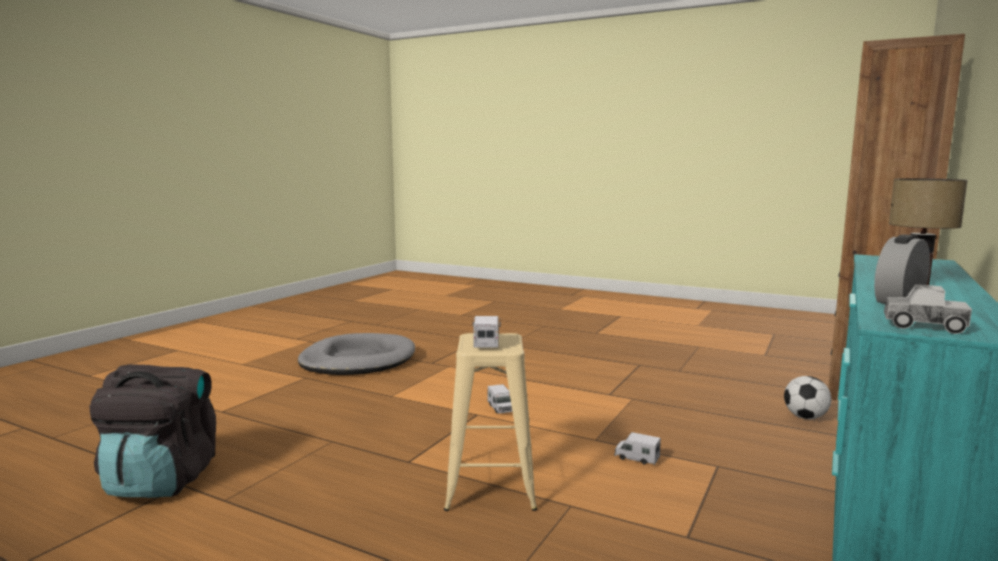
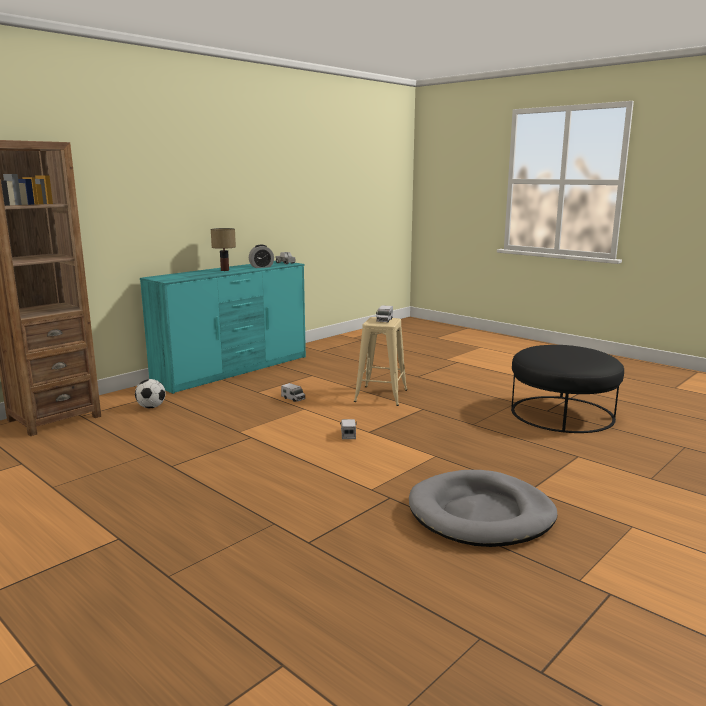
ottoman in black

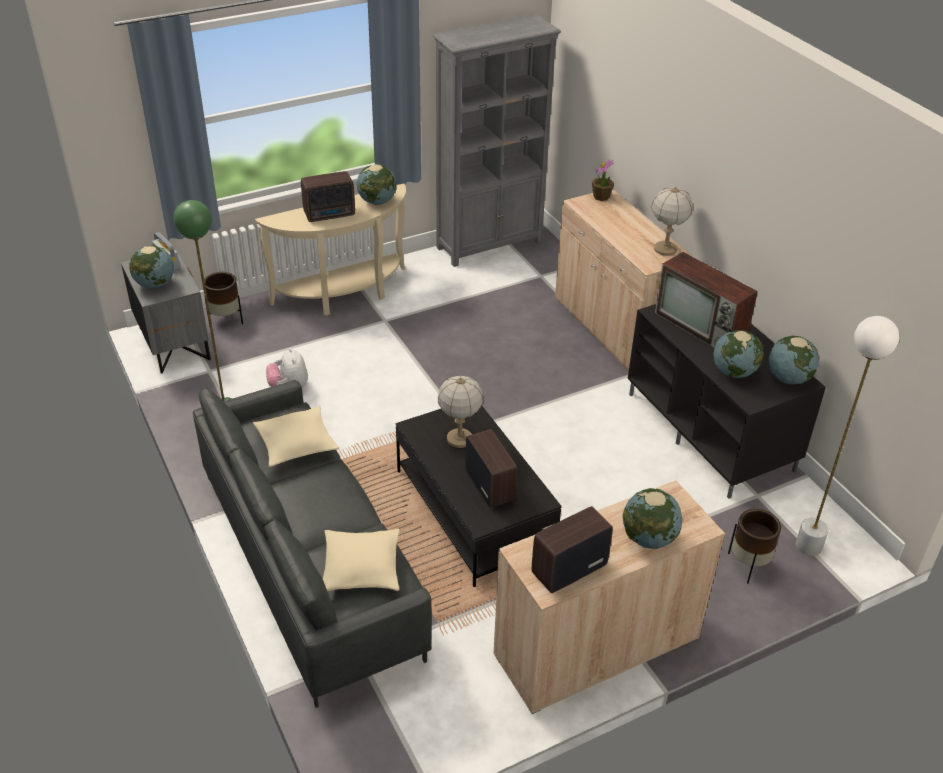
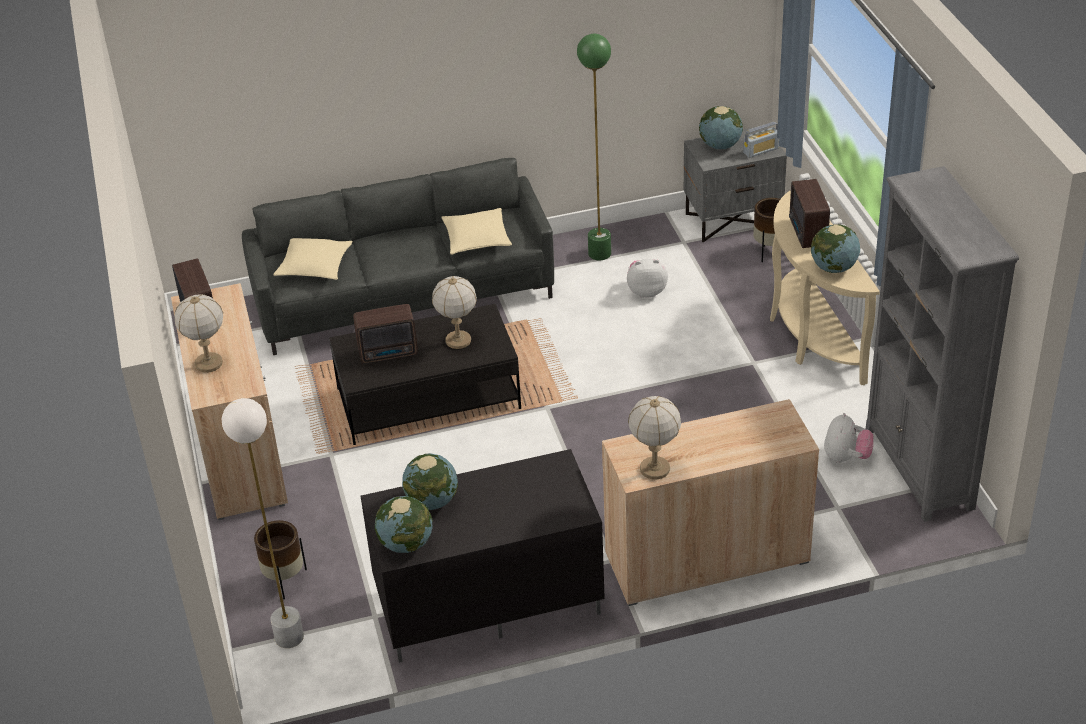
houseplant; TV; tabletop lamp (1st from left); soft toy (2nd from left)

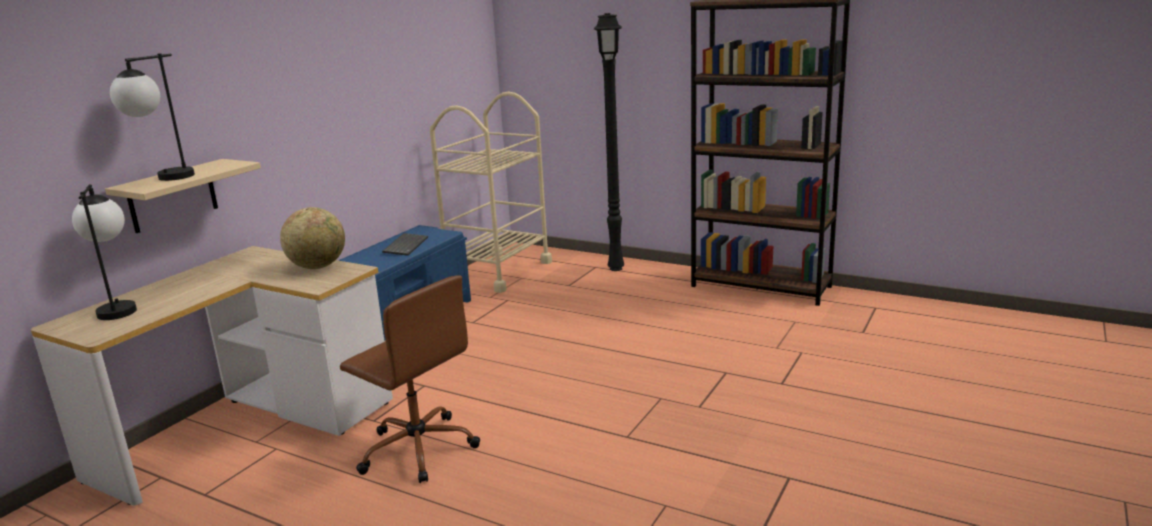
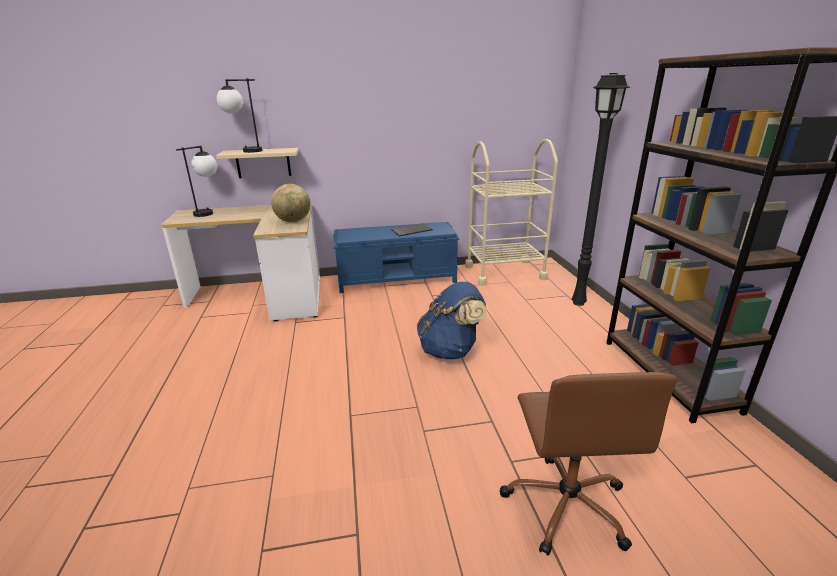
desk chair in brown-coloured; rucksack in blue-coloured

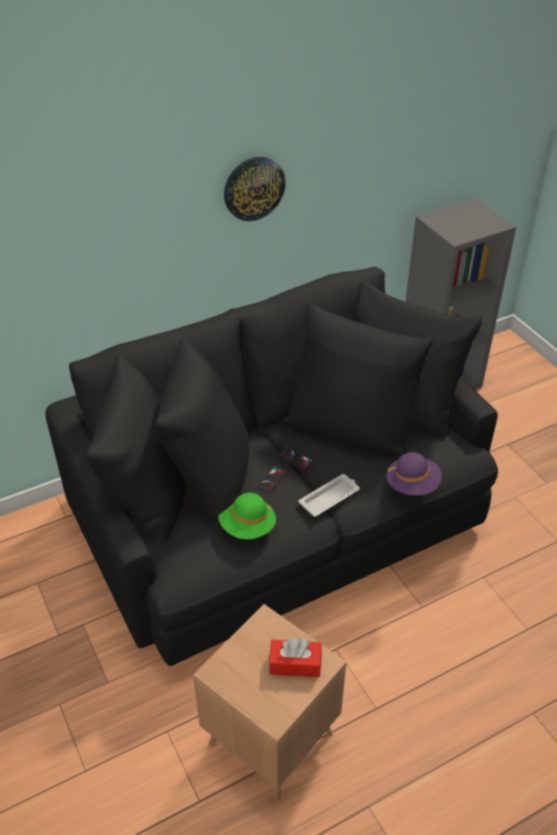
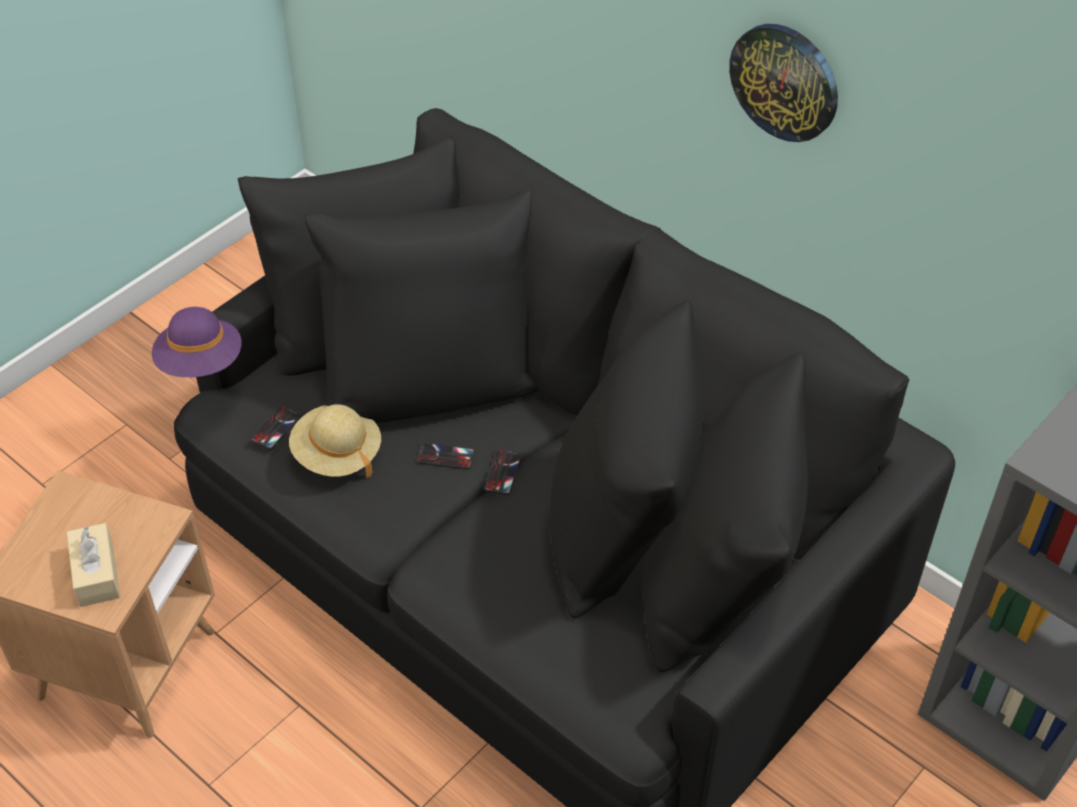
hat in purplish; carrying tray in white-coloured; hat in sand-coloured; box of tissues in sand-coloured; phone (1st from left)

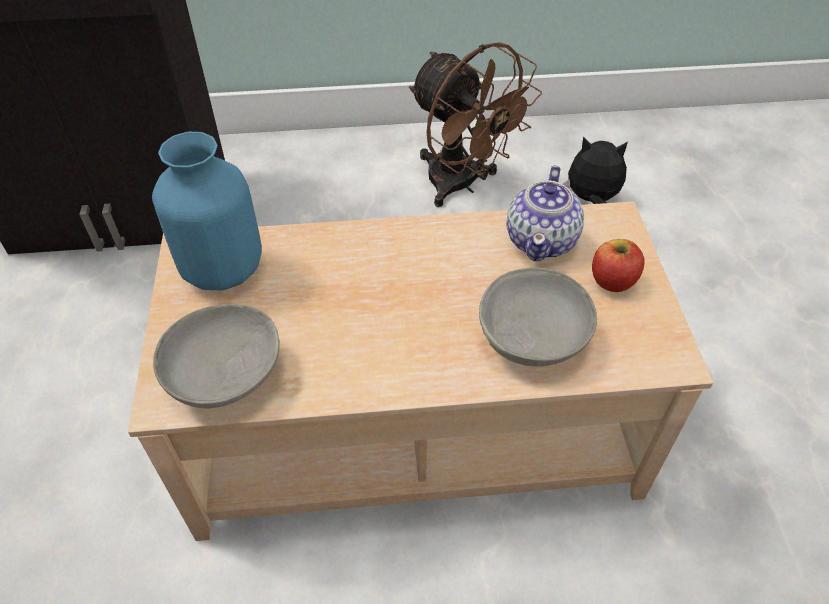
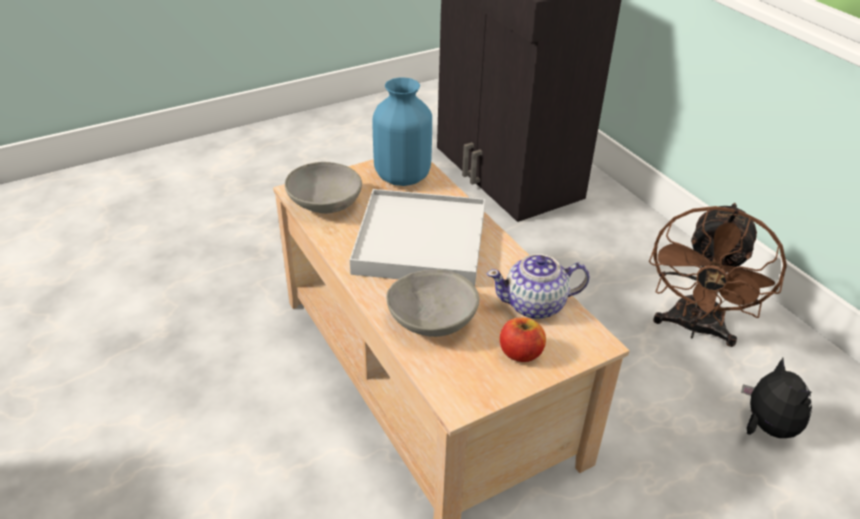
carrying tray in white-coloured

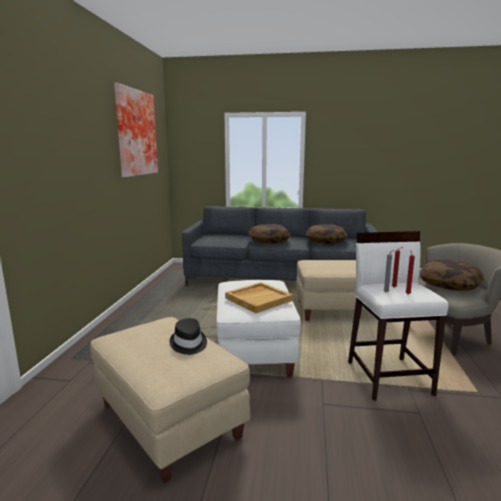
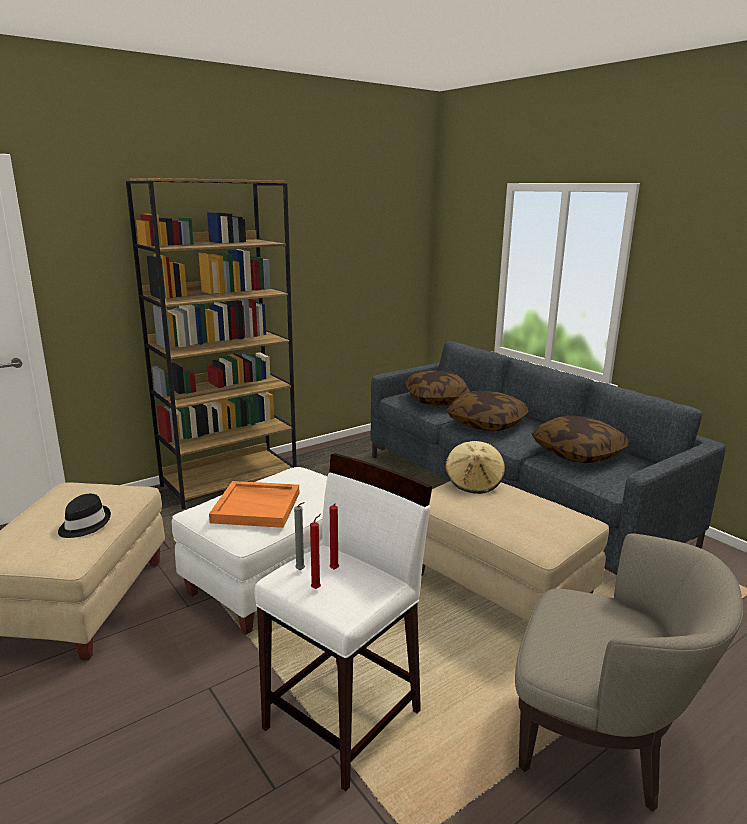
wall picture; pillow (1st from left); carrying tray in orangey; bookcase in brown-coloured; hat in sand-coloured

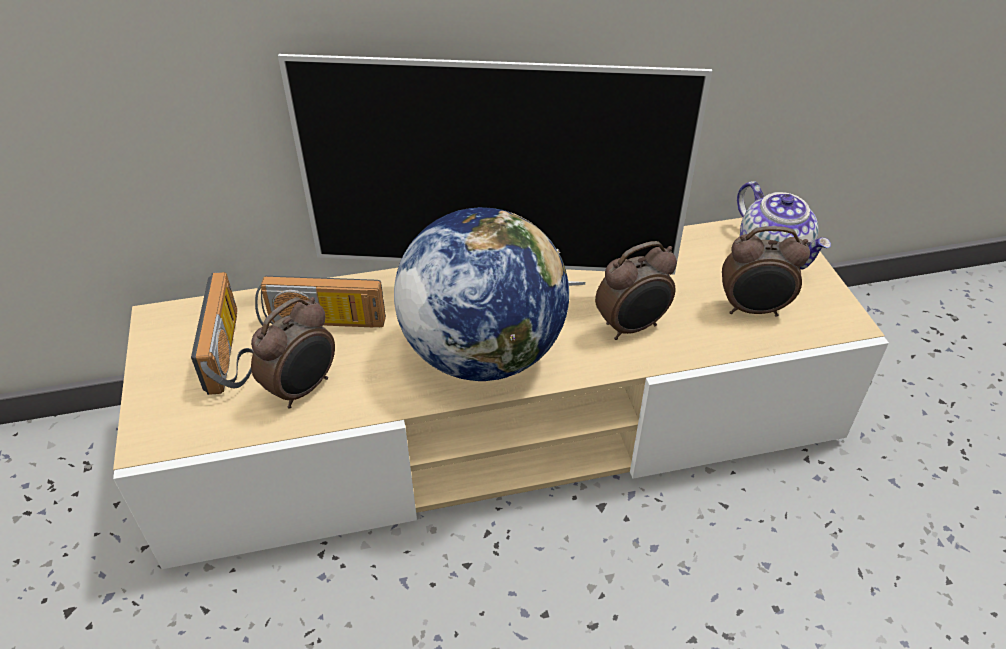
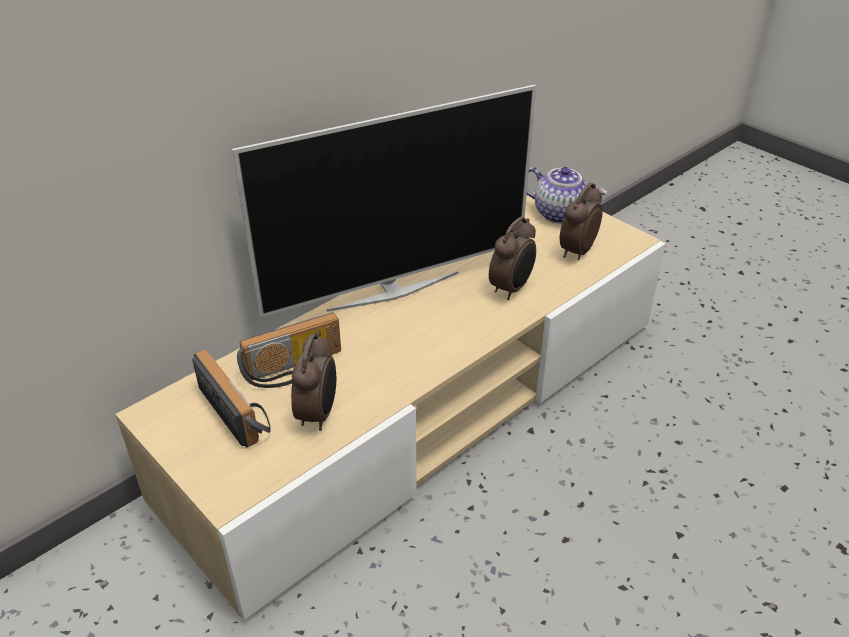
desk globe; bedside clock (3rd from left)

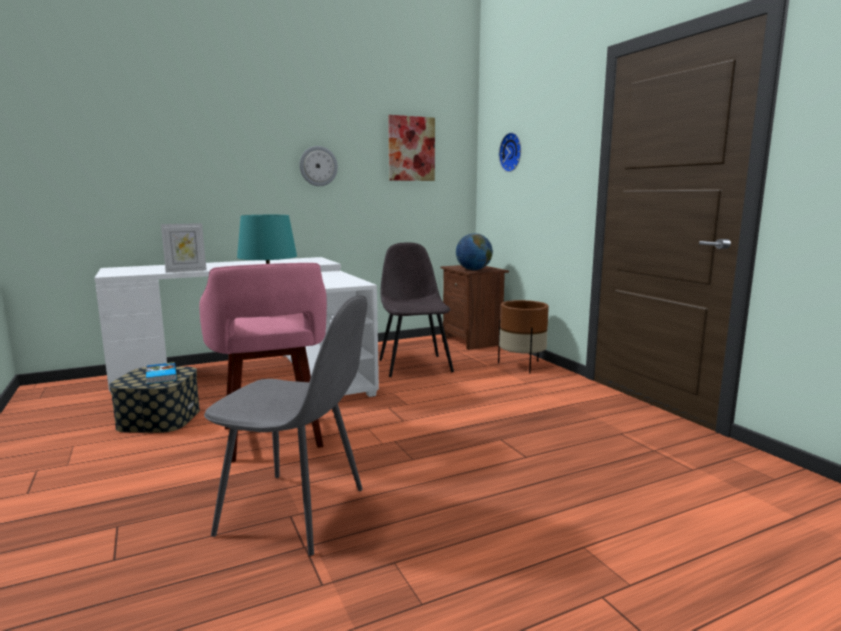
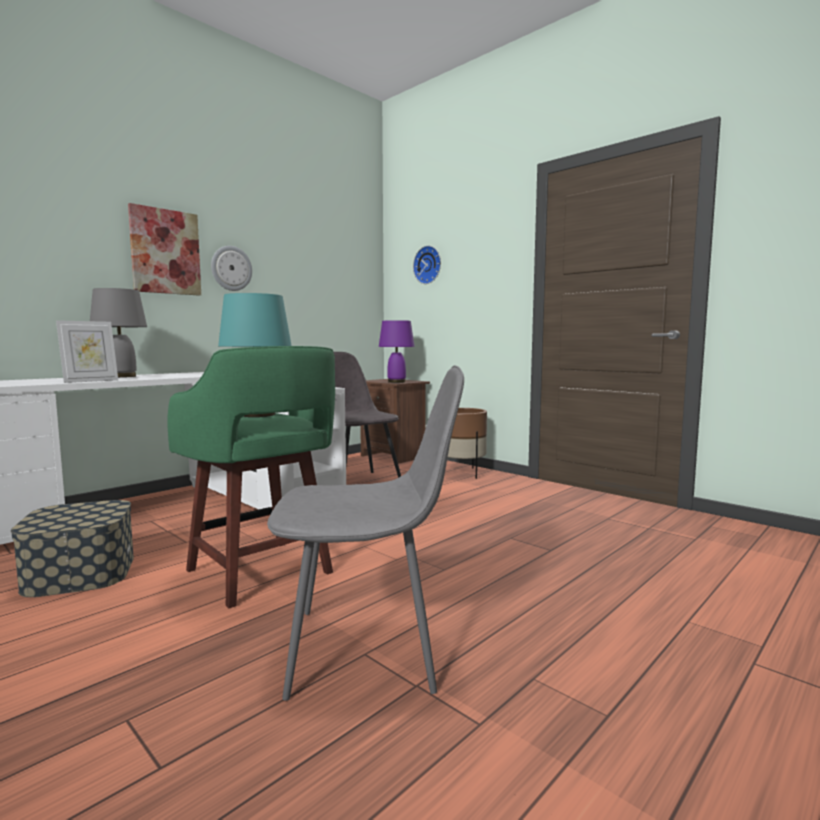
wall picture; tabletop lamp in purplish; sitting stool in greenish; bound book; tabletop lamp in greyish

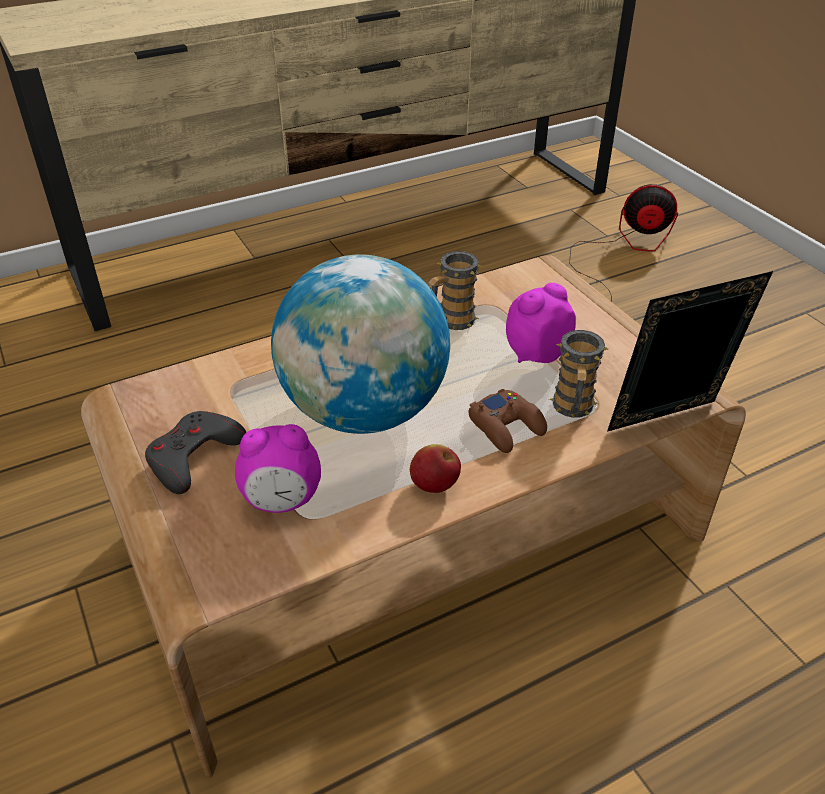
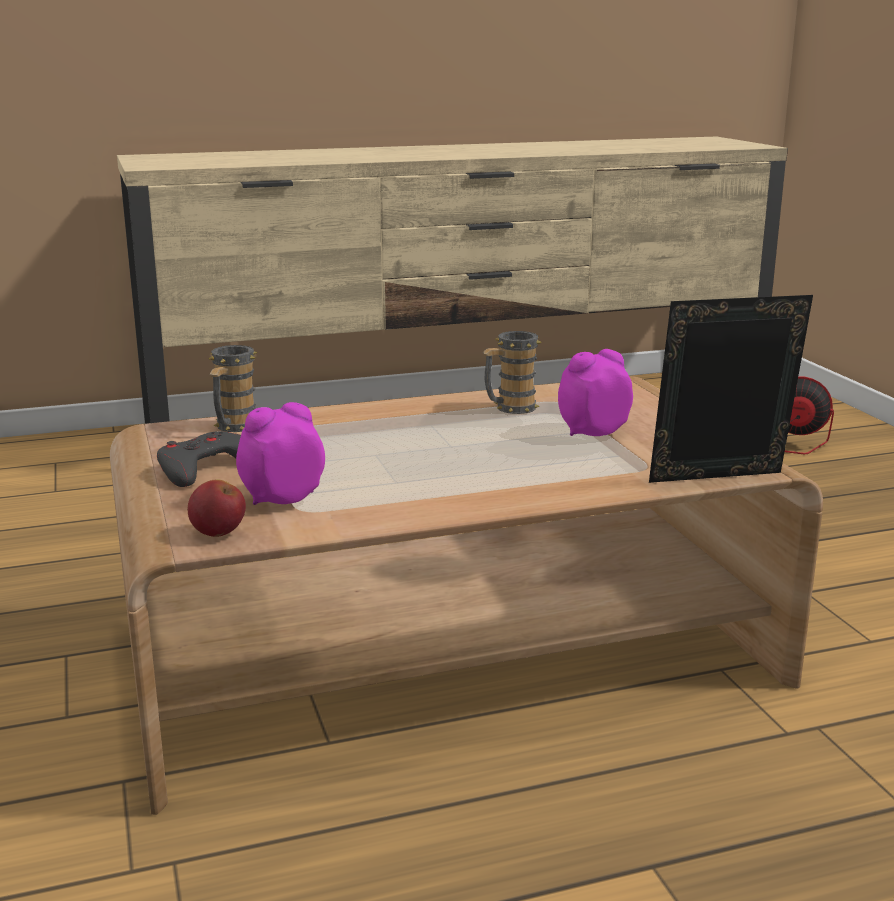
desk globe; mug (1st from left); gamepad in brown-coloured; bedside clock (1st from left); whole apple

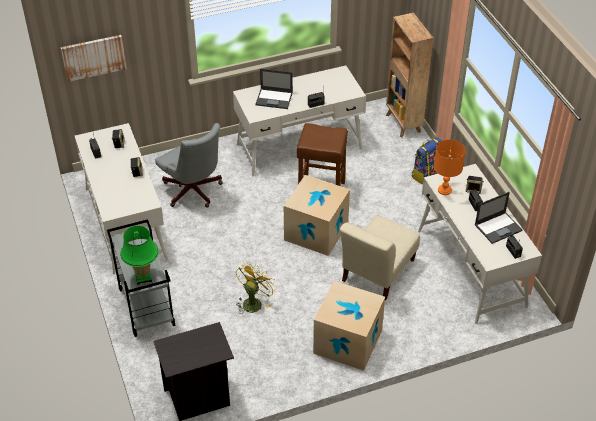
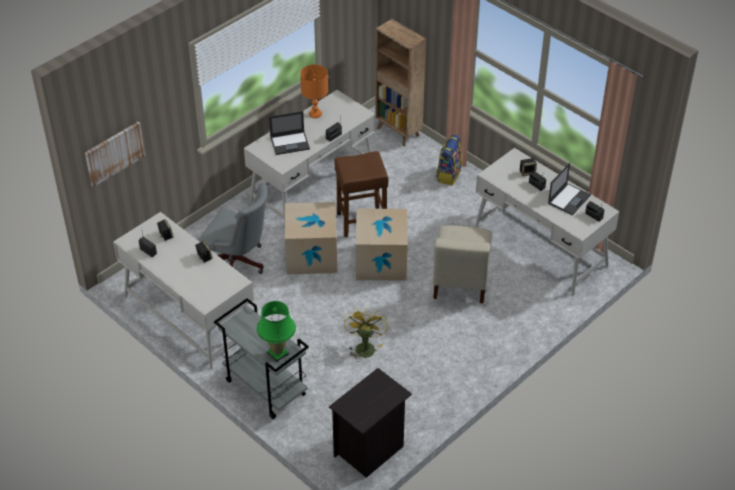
tabletop lamp in orangey; cardboard box (1st from left)

